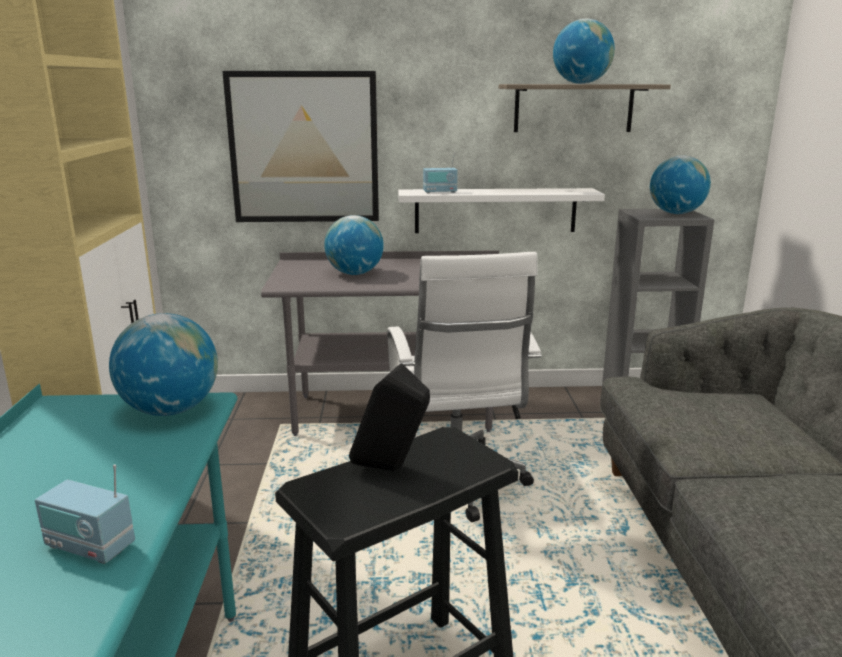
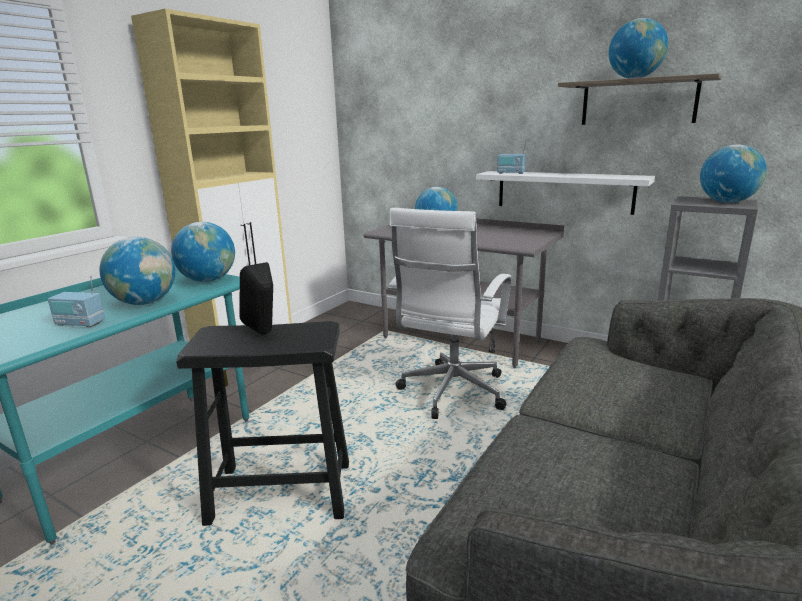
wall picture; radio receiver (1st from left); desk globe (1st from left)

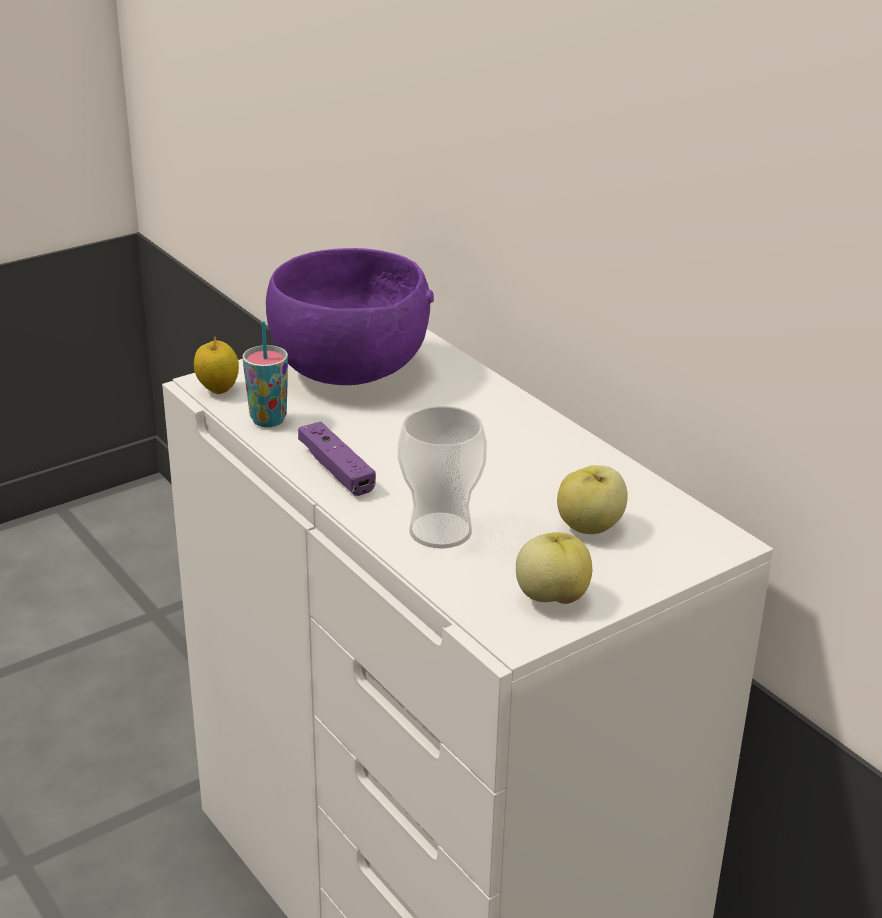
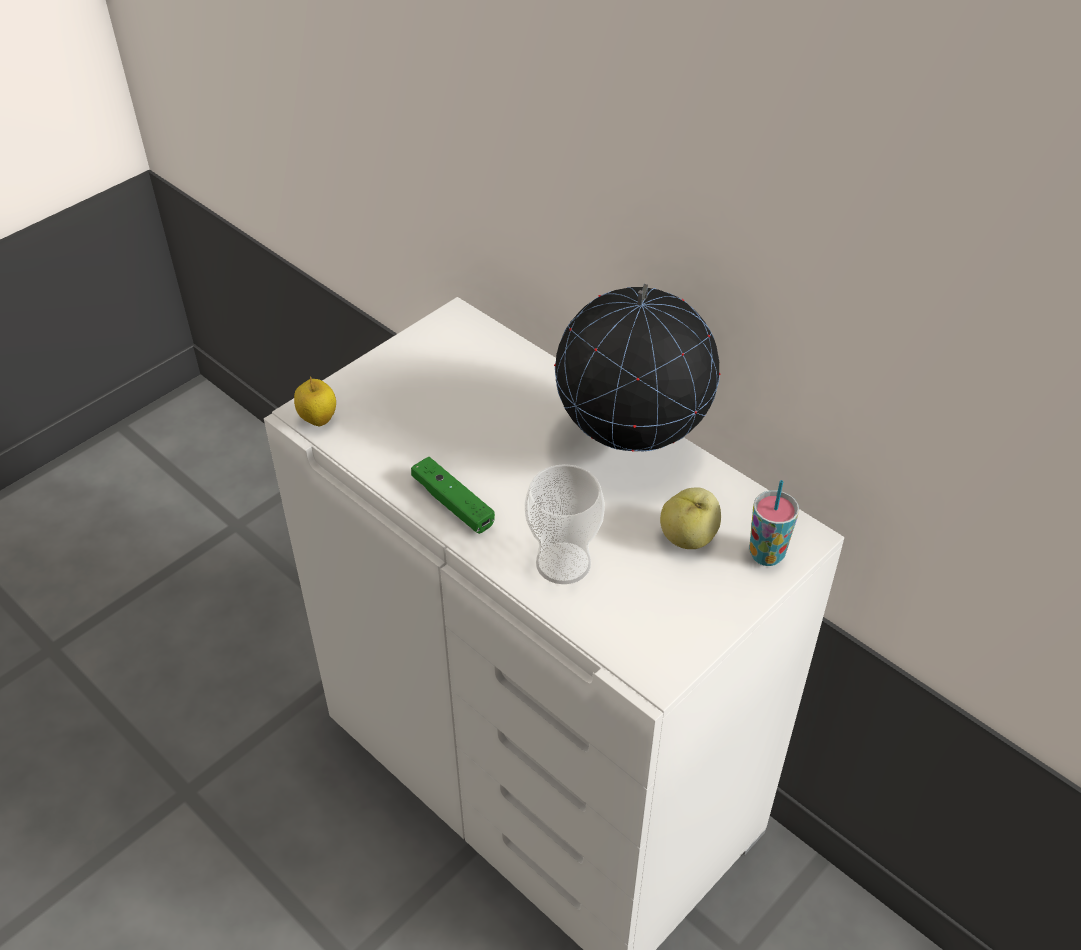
deep dish in purplish; small cup (2nd from left); gamepad in greenish; whole apple (2nd from left in the first image); desk globe

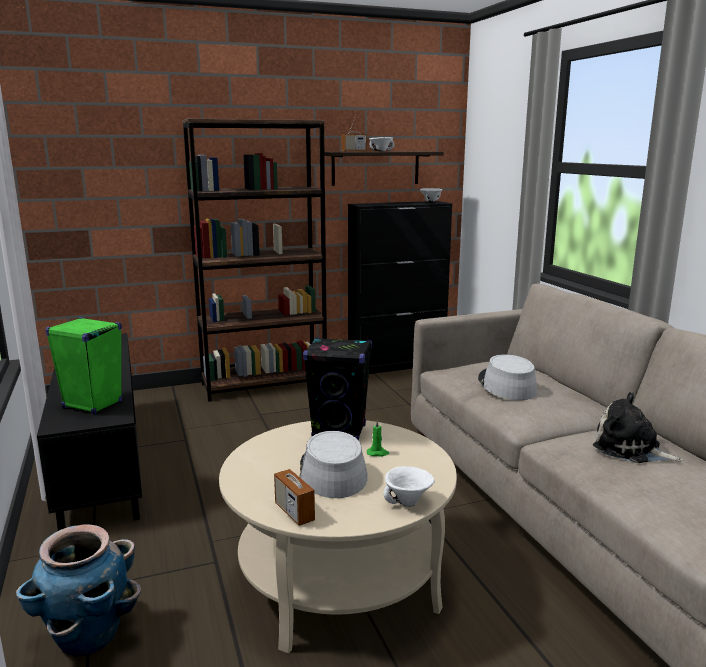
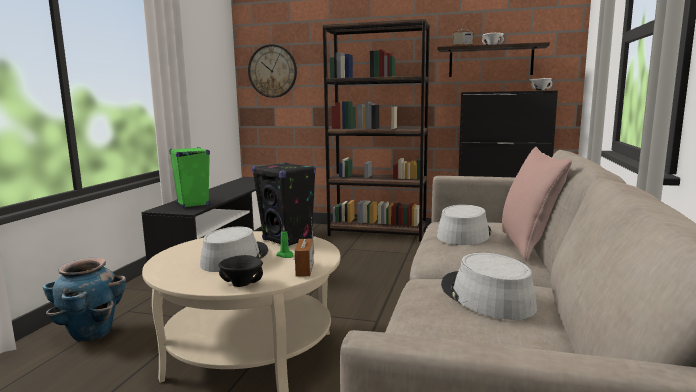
hat in greyish (3rd from left); radio receiver (1st from left); deep dish in black; wall clock; pillow in pinkish

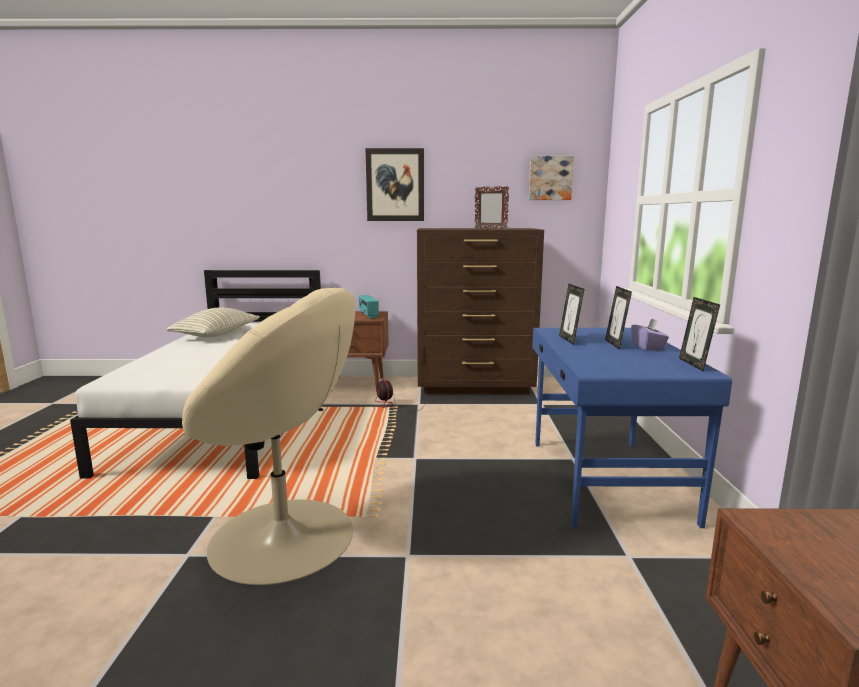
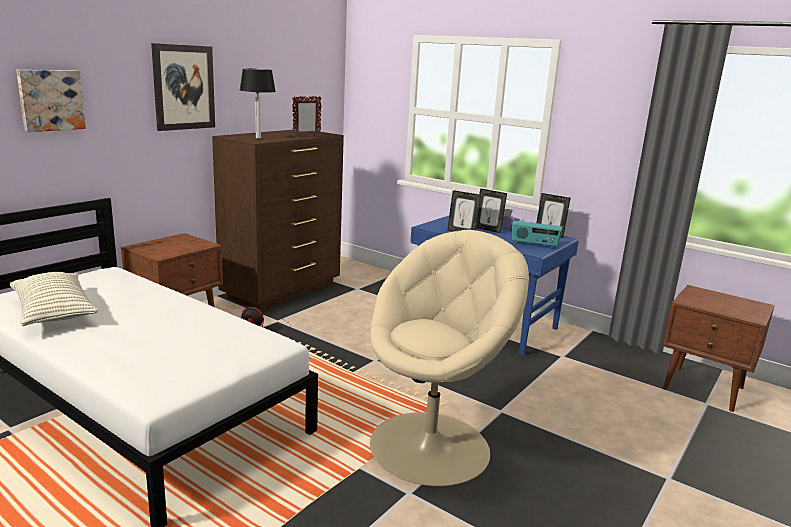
wall picture (1st from left); radio receiver; tabletop lamp

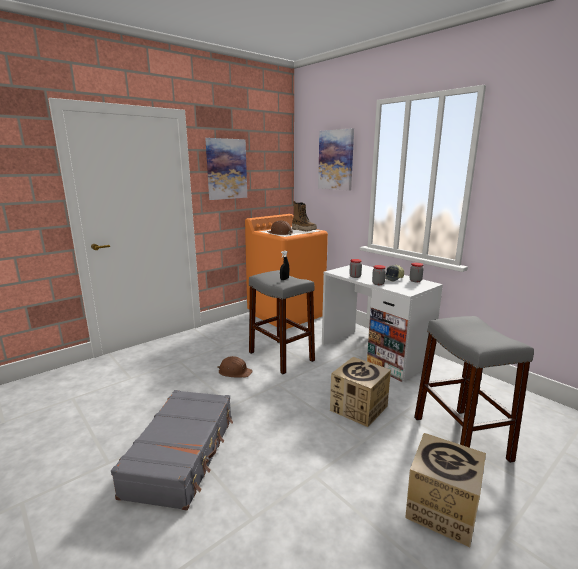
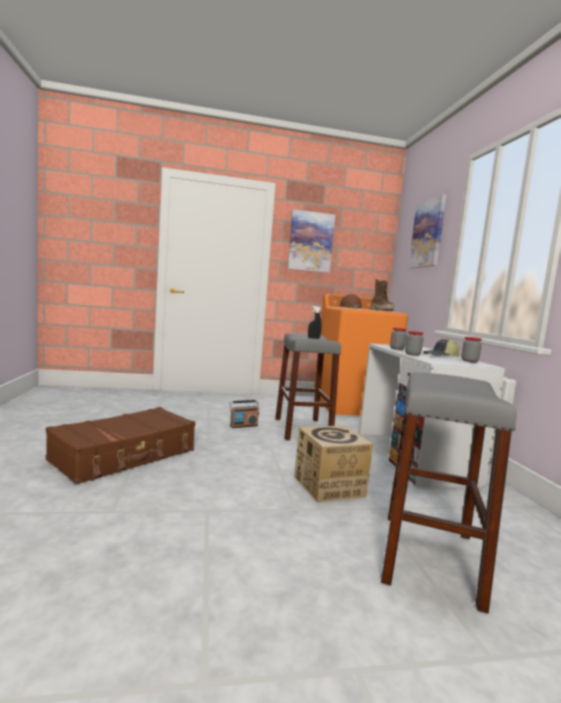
radio receiver; suitcase in brown-coloured; cardboard box (2nd from left in the first image)

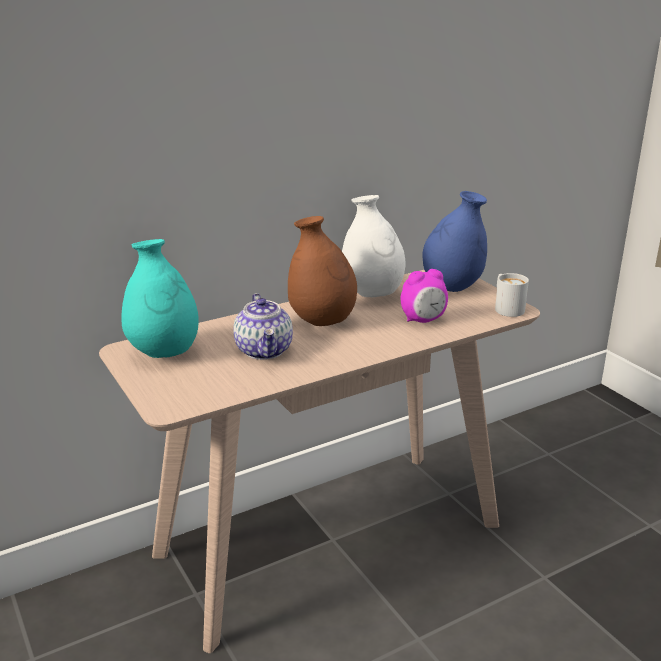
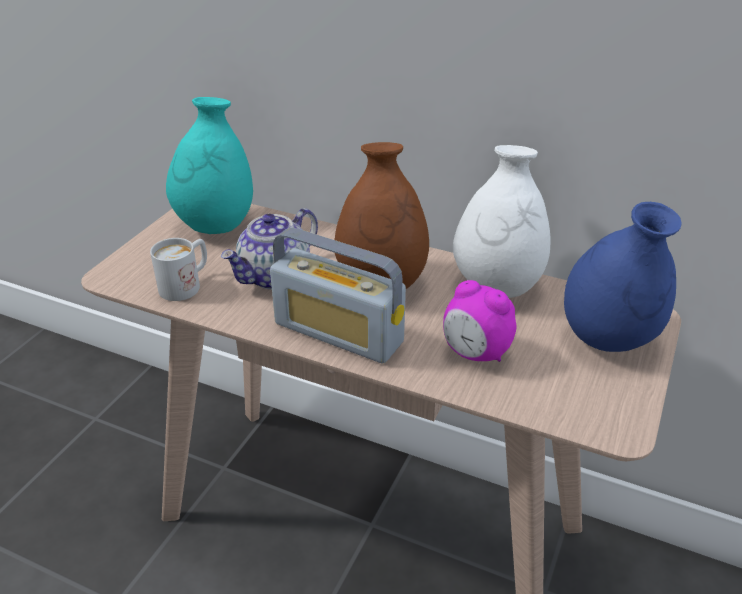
mug in white-coloured; radio receiver

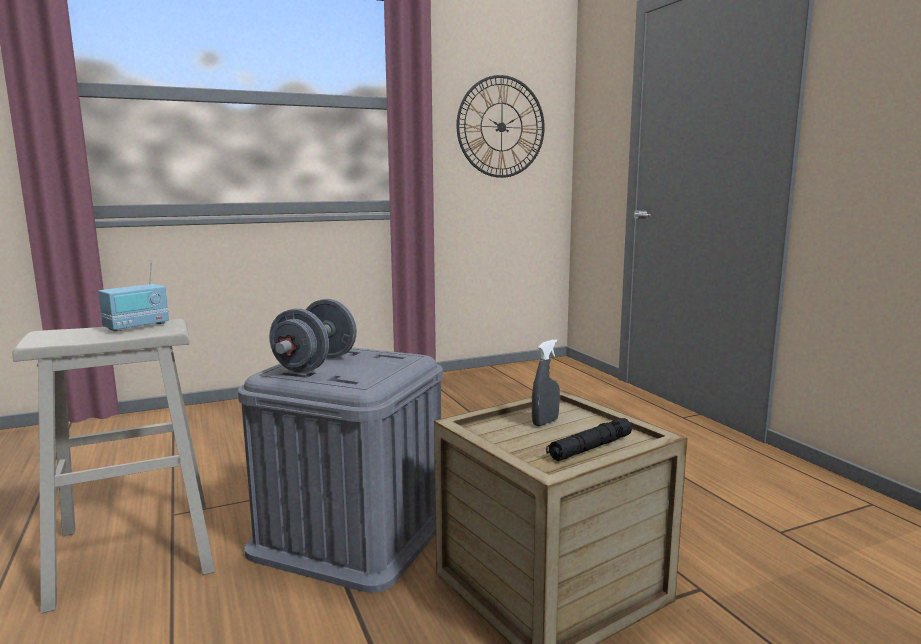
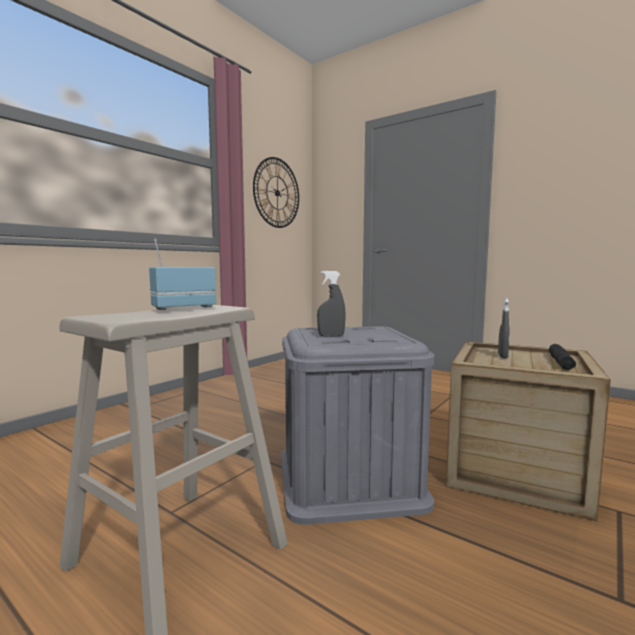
radio receiver; hand sprayer in greyish (1st from left)

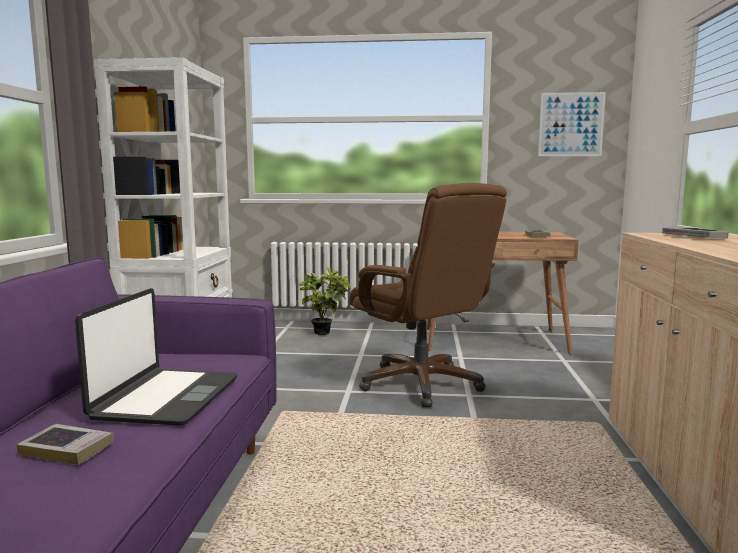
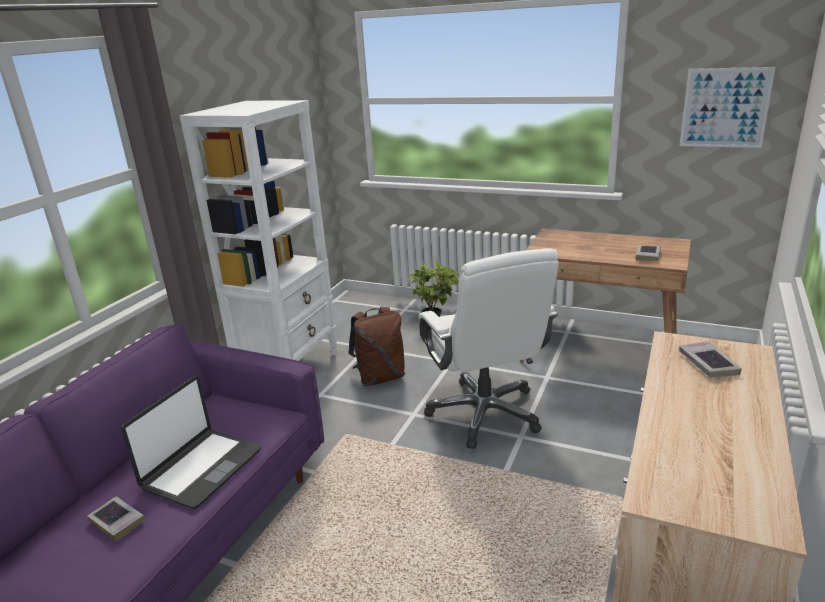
desk chair in white-coloured; rucksack in brown-coloured

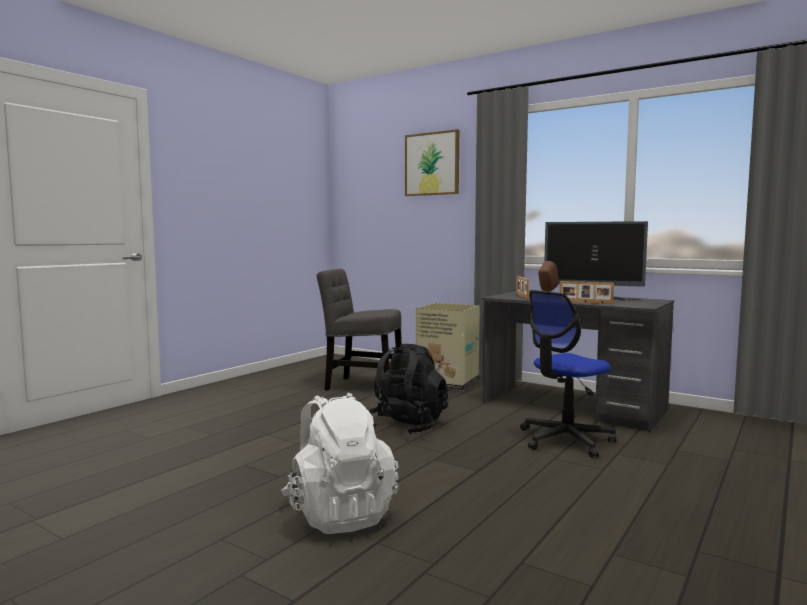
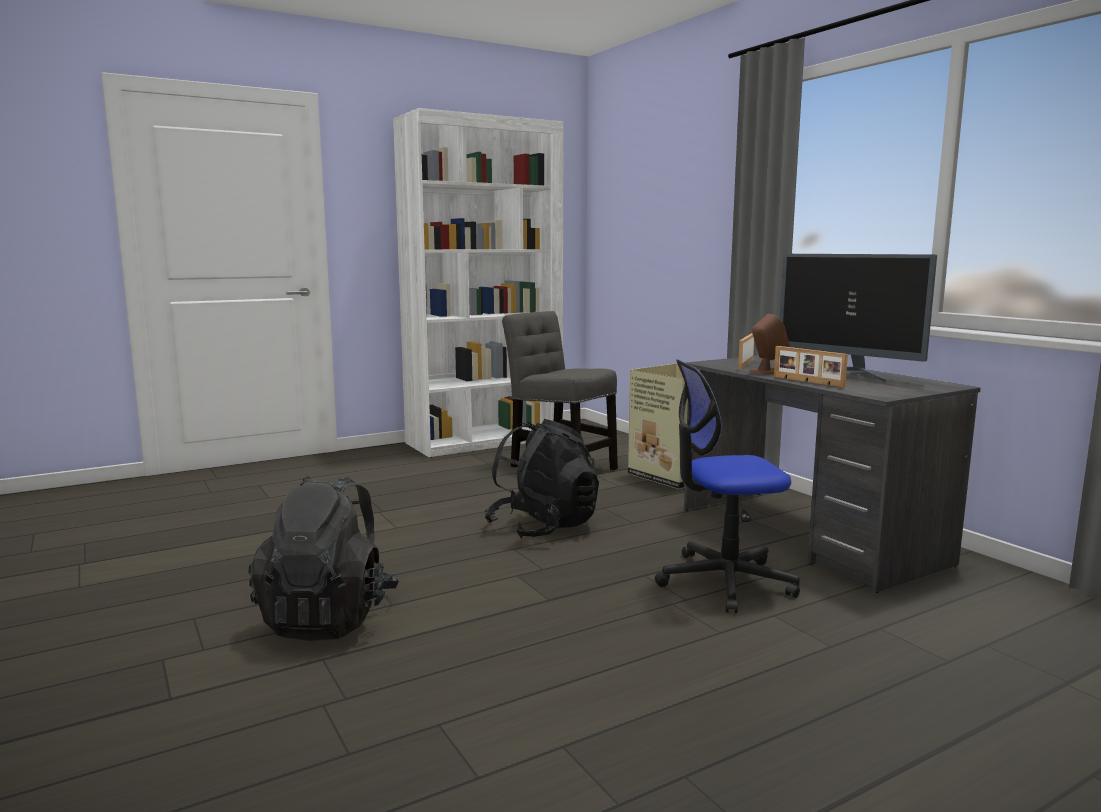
wall picture; rucksack in black (1st from left); bookcase in white-coloured

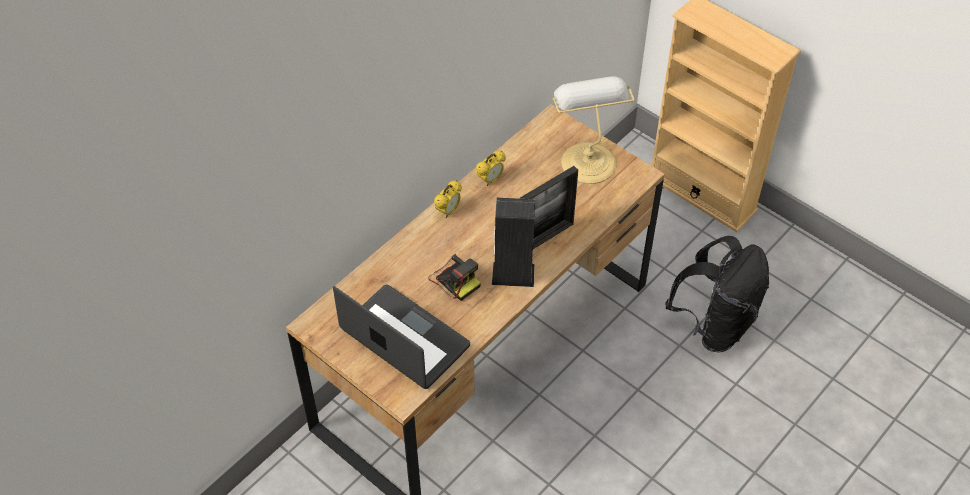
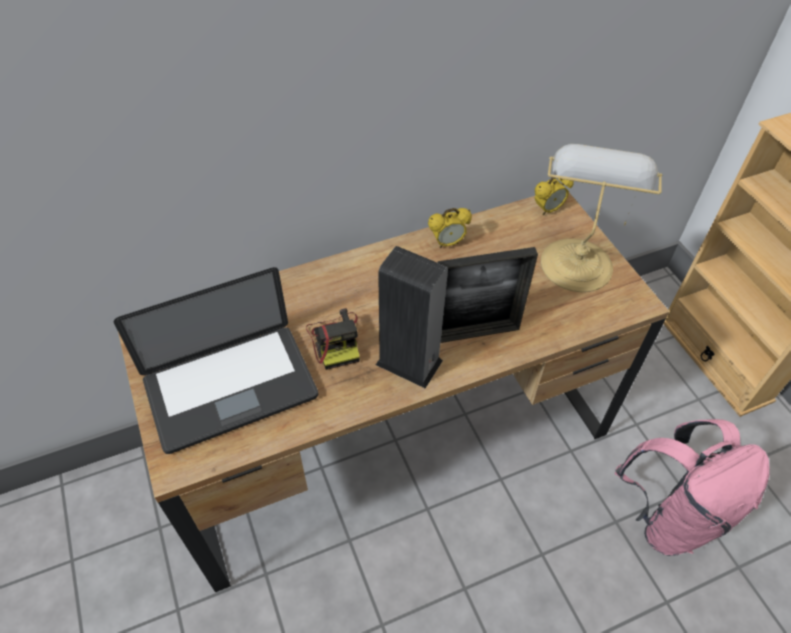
bedside clock (2nd from left); rucksack in pinkish; laptop

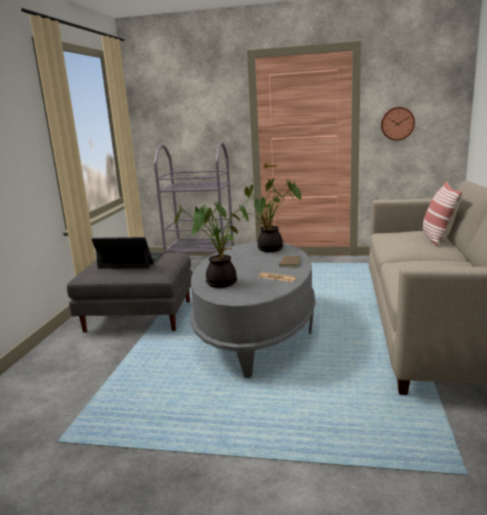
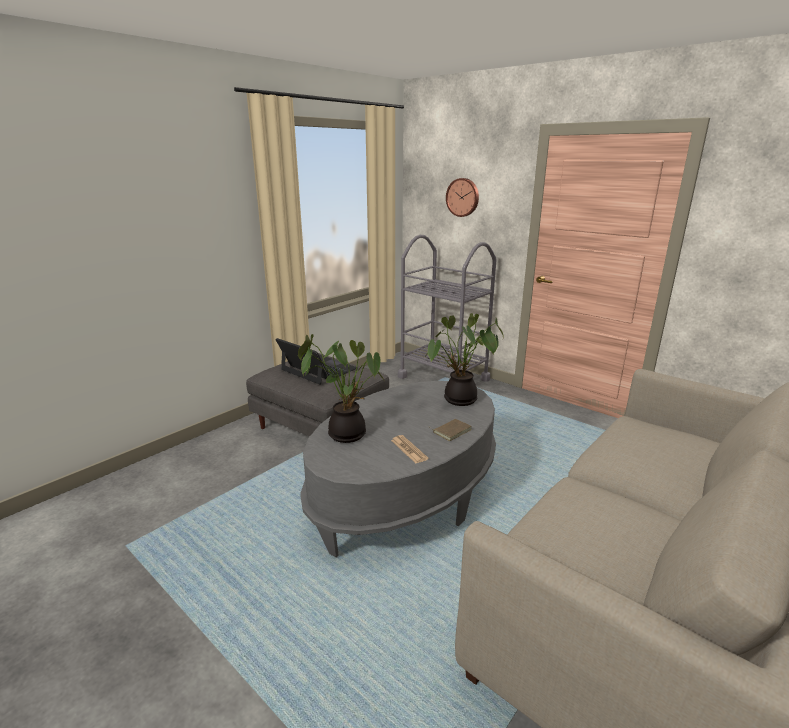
wall clock; pillow

